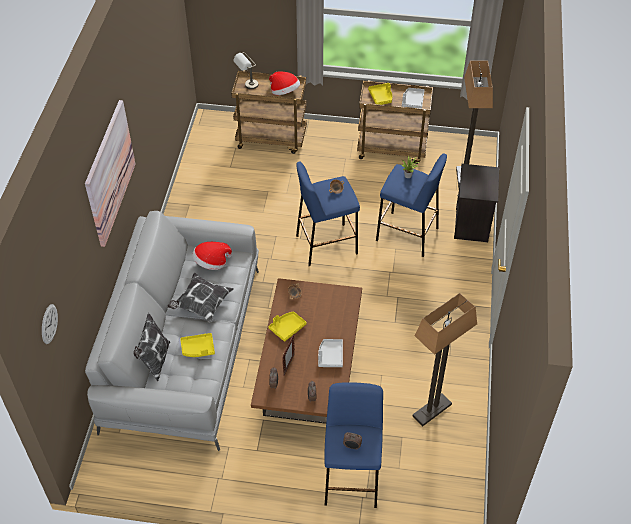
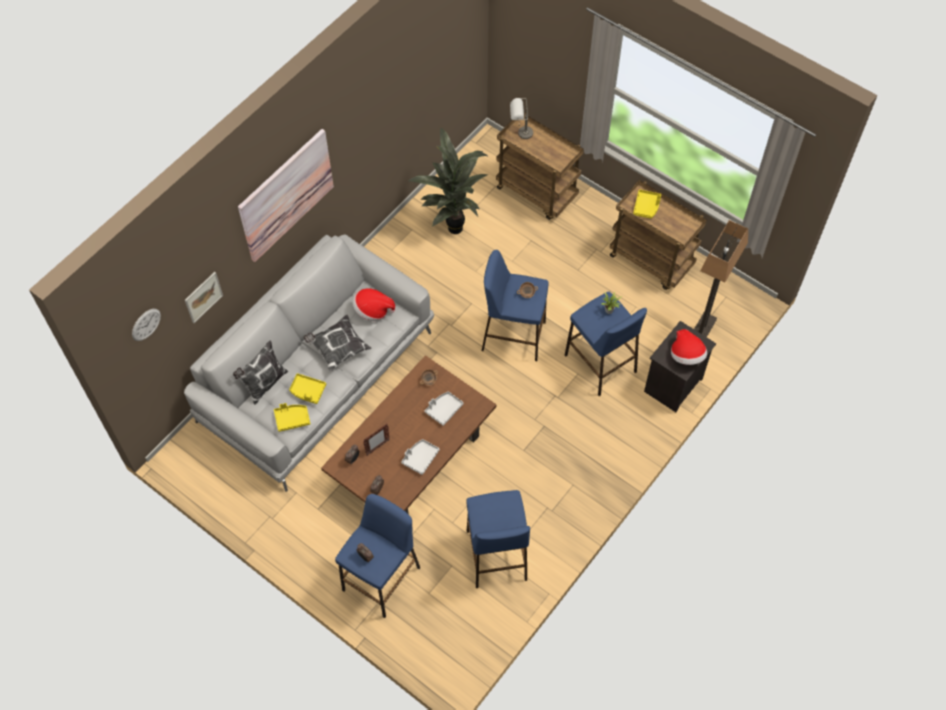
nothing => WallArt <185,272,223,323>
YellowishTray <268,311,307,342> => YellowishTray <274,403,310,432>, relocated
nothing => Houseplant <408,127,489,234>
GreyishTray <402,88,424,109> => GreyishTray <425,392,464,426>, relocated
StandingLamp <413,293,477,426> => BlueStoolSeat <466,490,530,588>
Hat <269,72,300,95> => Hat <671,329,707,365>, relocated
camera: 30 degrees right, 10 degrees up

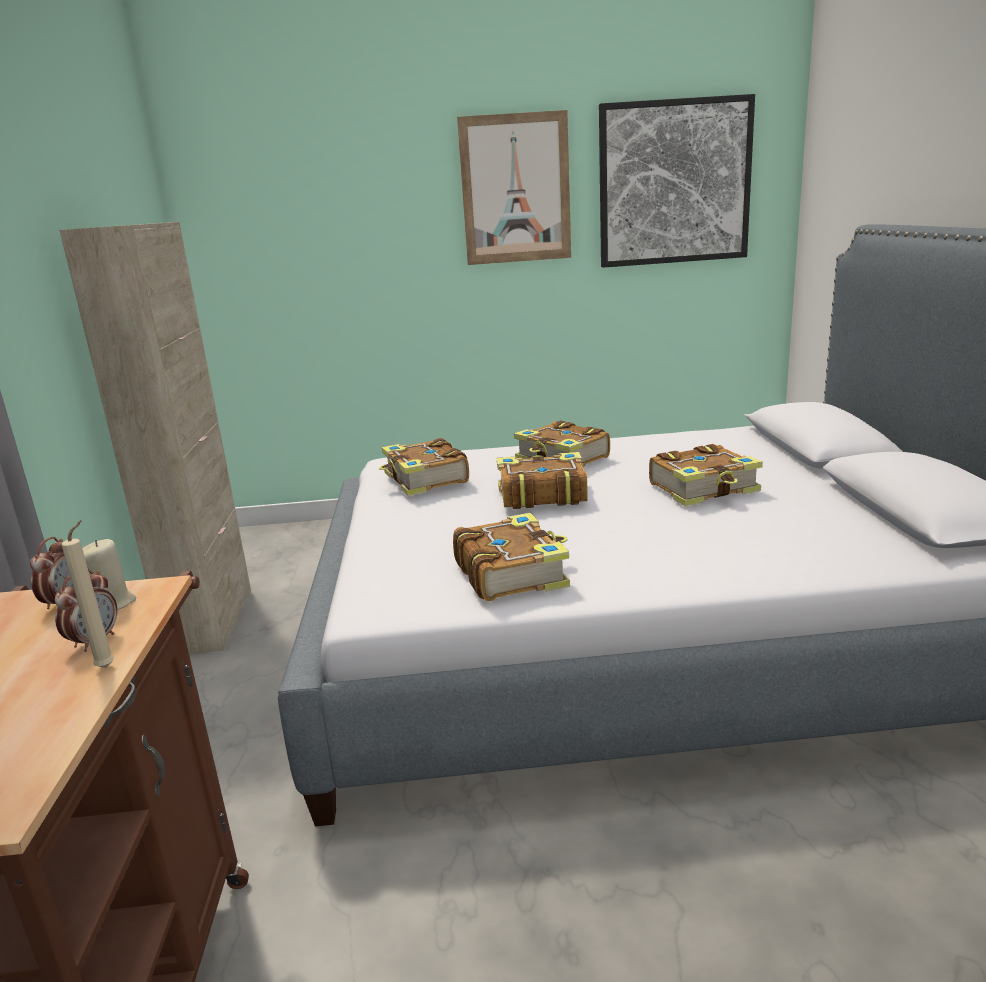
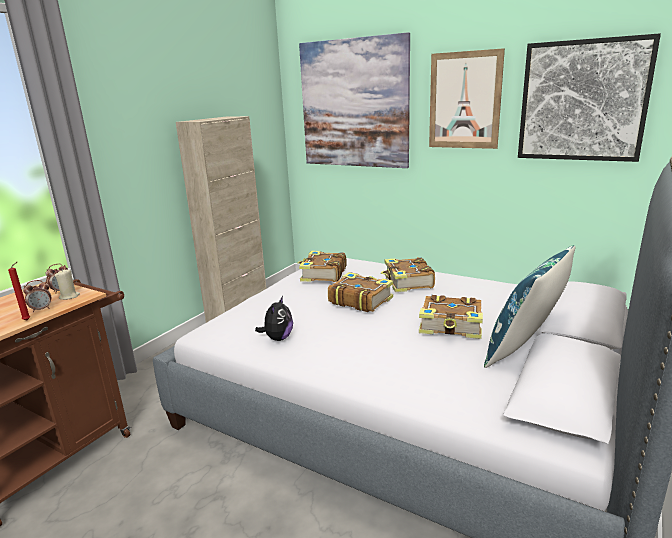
BeigeColouredCandle <61,520,114,668> => RedCandle <8,262,30,320>
Volume <453,513,570,601> => PlushToy <255,296,293,341>
nothing => WallArt <299,32,410,168>
nothing => BluePillow <484,245,575,368>
camera: 35 degrees right, 0 degrees up

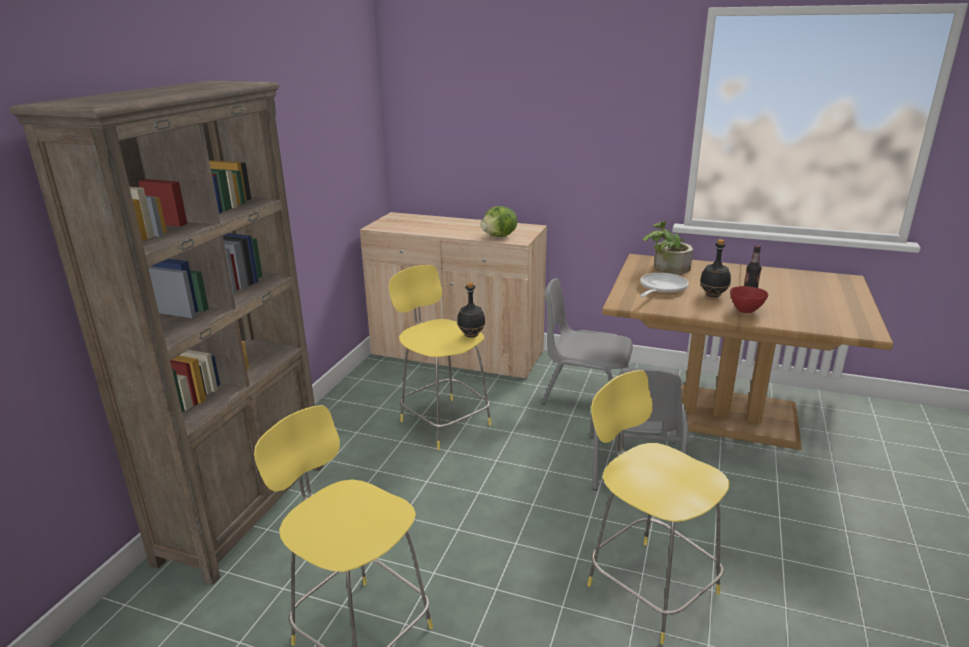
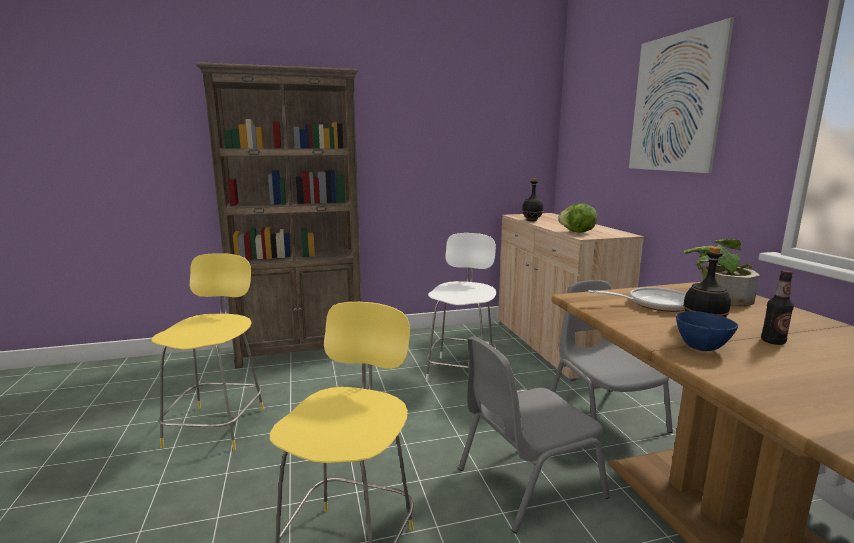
YellowishStoolSeat <389,265,492,450> => WhiteStoolSeat <426,233,496,382>
BlackColouredBeverageBottle <457,282,485,338> => BlackColouredBeverageBottle <522,179,543,221>, relocated
nothing => WallArt <629,18,734,173>
RedDeepDish <730,286,768,313> => BlueDeepDish <676,311,738,351>
camera: 55 degrees right, 10 degrees down

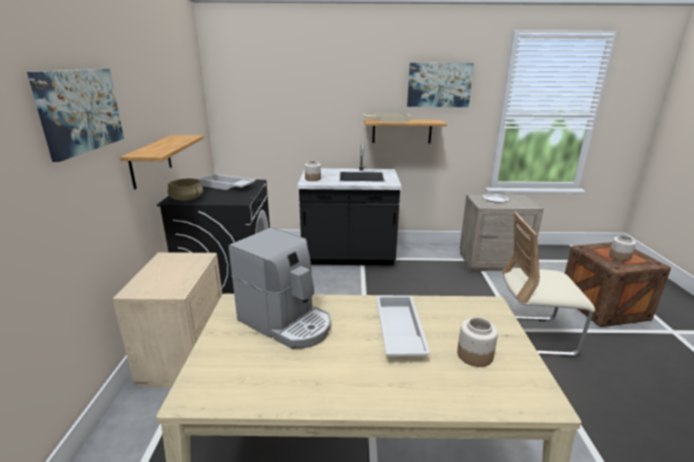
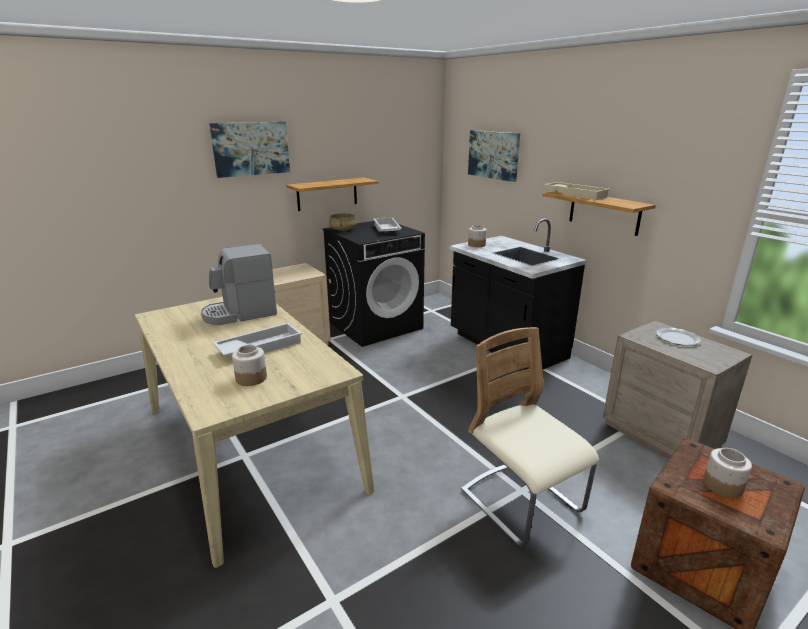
CoffeeMaker <229,227,331,349> => CoffeeMaker <201,244,277,325>, 60 degrees clockwise
WallArt <407,63,474,107> => WallArt <468,130,520,182>, relocated
camera: 55 degrees right, 0 degrees up

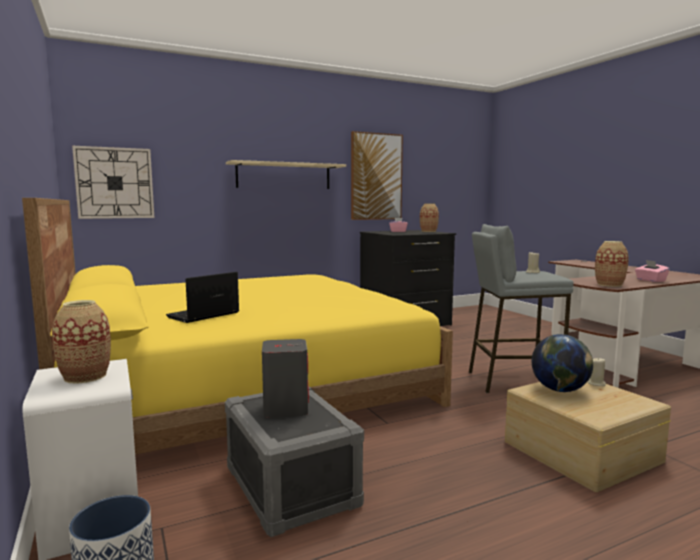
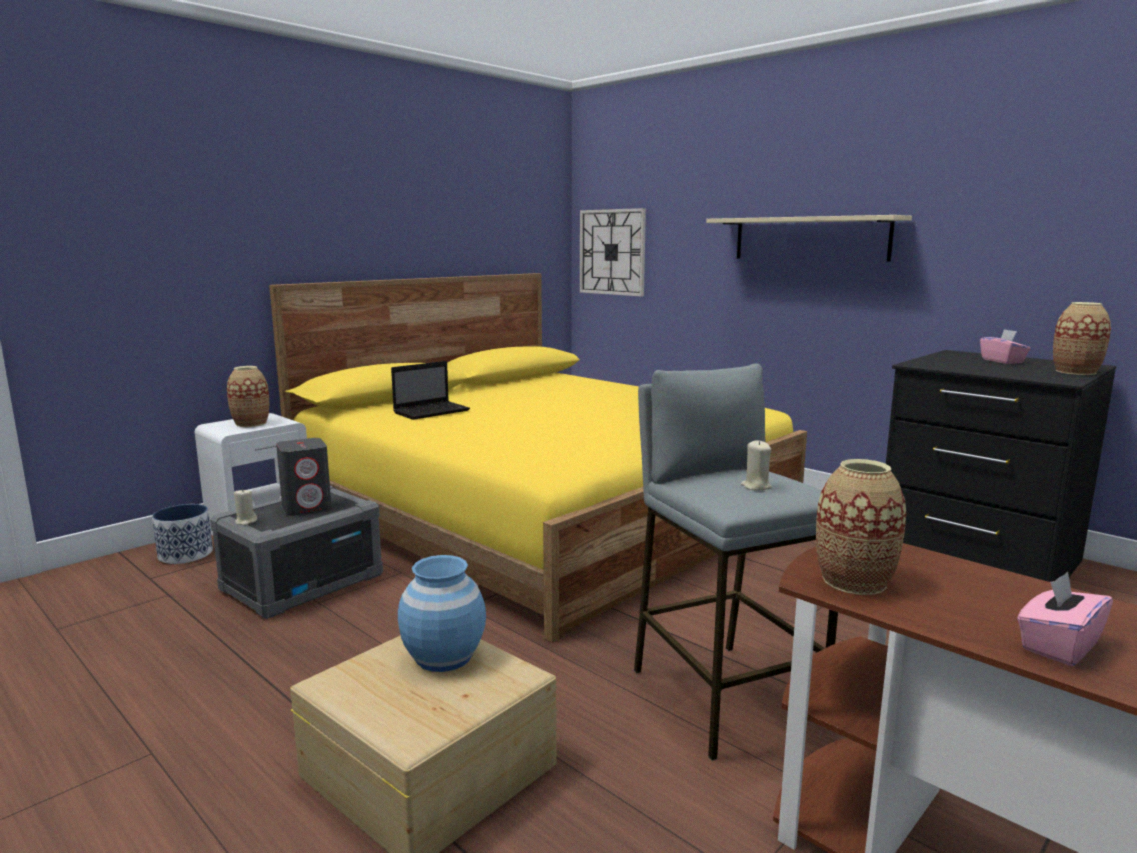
BeigeColouredCandle <588,357,606,386> => BeigeColouredCandle <234,488,257,525>, relocated
Laptop <166,272,239,323> => Laptop <391,361,470,420>, 120 degrees clockwise
DeskGlobe <532,334,593,392> => BlueFlowerVase <398,555,486,672>
WallArt <351,131,403,220> => nothing
camera: 70 degrees right, 5 degrees up

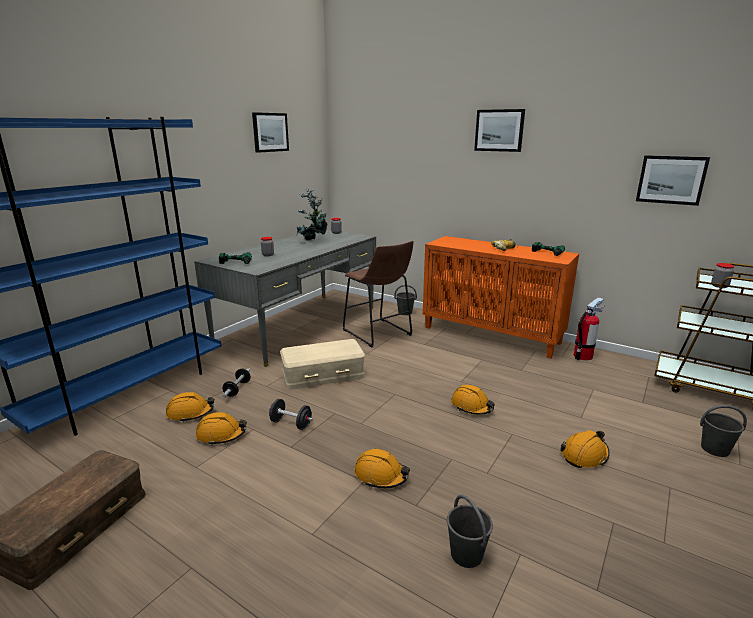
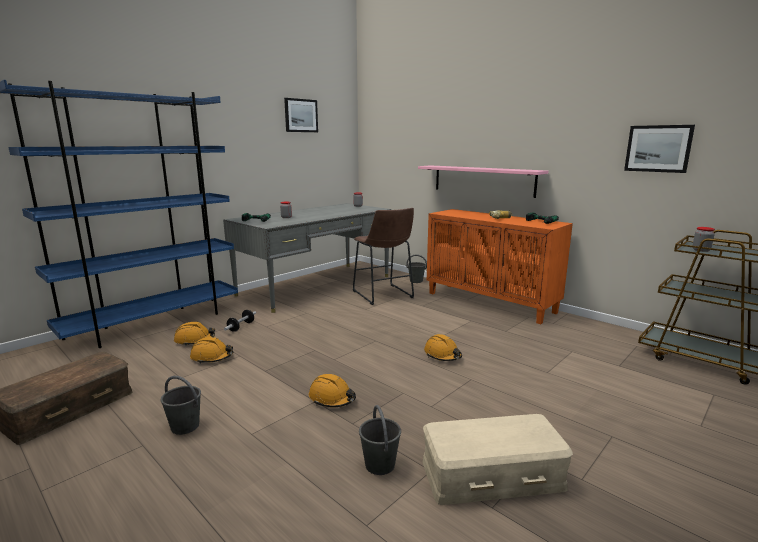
GreyishBucket <700,405,747,457> => GreyishBucket <161,376,201,435>, relocated
nothing => PinkShelf <418,165,548,198>
BeigeColouredStorageBox <280,339,365,390> => BeigeColouredStorageBox <422,414,573,505>, relocated
BlackColouredFreeWeight <269,399,313,430> => nothing
Houseplant <296,188,327,241> => nothing
WallArt <474,109,525,152> => nothing
OrangeColouredHardHat <560,430,610,468> => nothing
Extinguisher <574,298,604,361> => nothing
camera: 10 degrees right, 5 degrees down

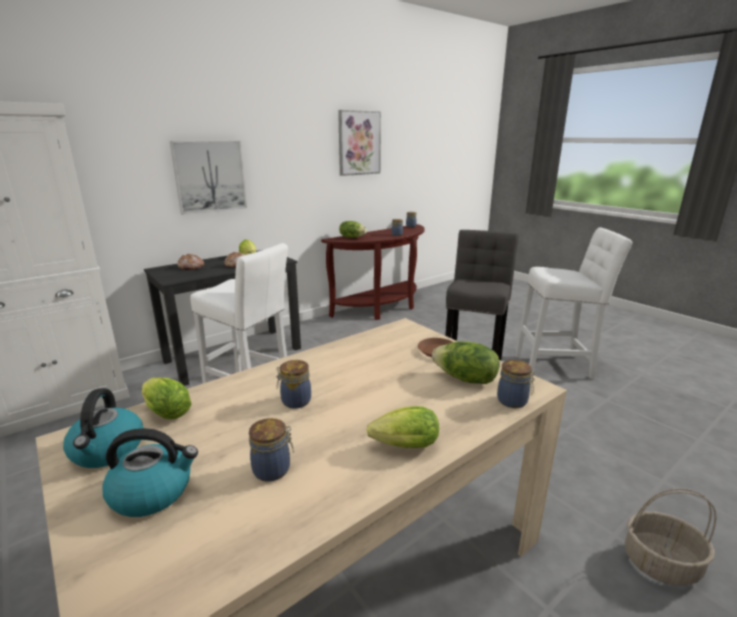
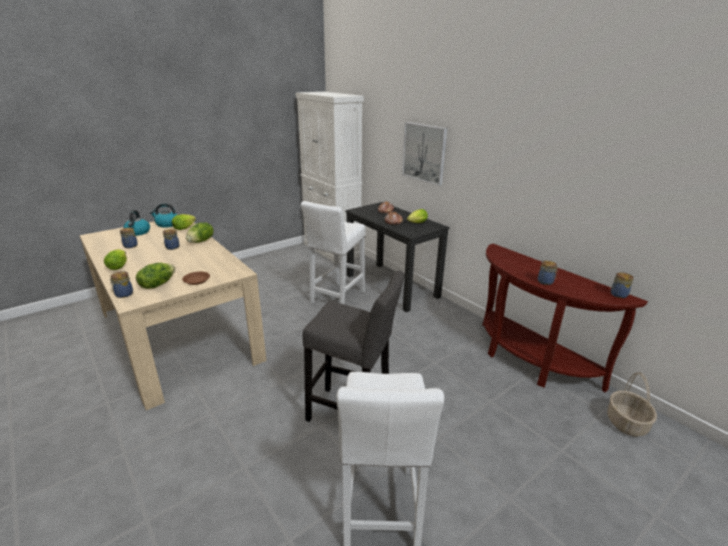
HeadOfLettuce <339,221,367,238> => HeadOfLettuce <186,222,214,243>, relocated
StorageBasket <625,488,716,586> => StorageBasket <607,372,657,436>, relocated
WallArt <338,110,381,176> => nothing
camera: 90 degrees right, 5 degrees up

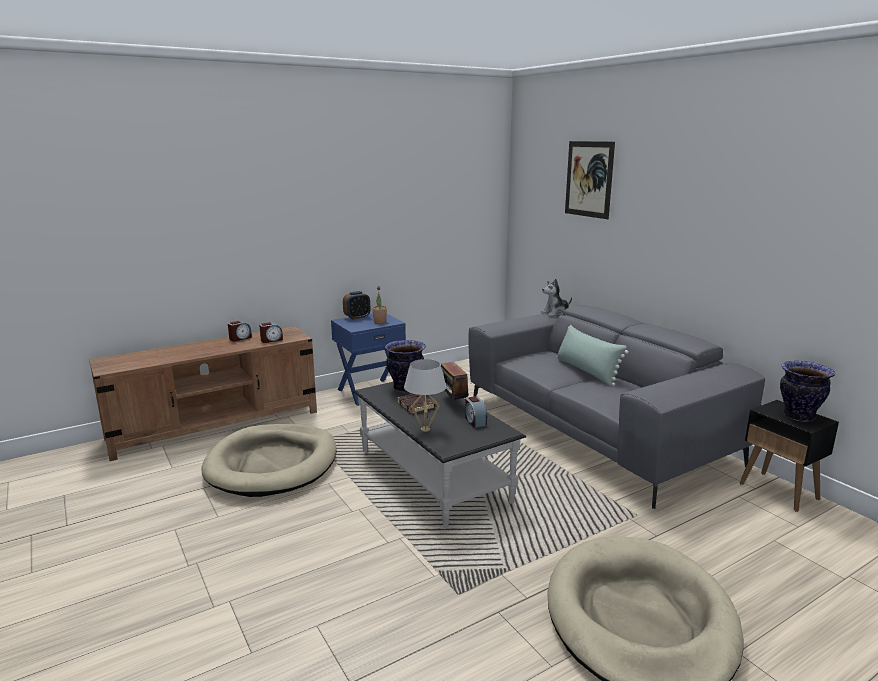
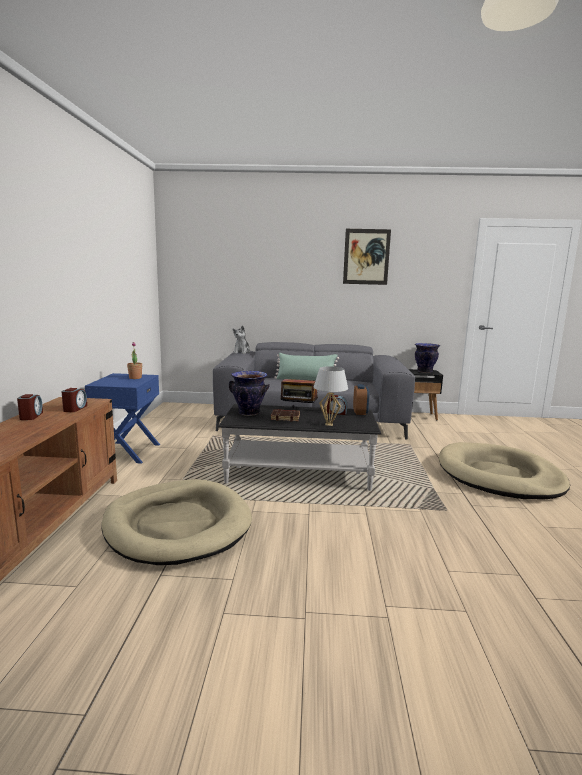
WallArt <565,141,615,219> => WallArt <343,229,391,285>, relocated
AlarmClock <343,291,370,320> => AlarmClock <353,384,369,415>, relocated
camera: 55 degrees left, 5 degrees down

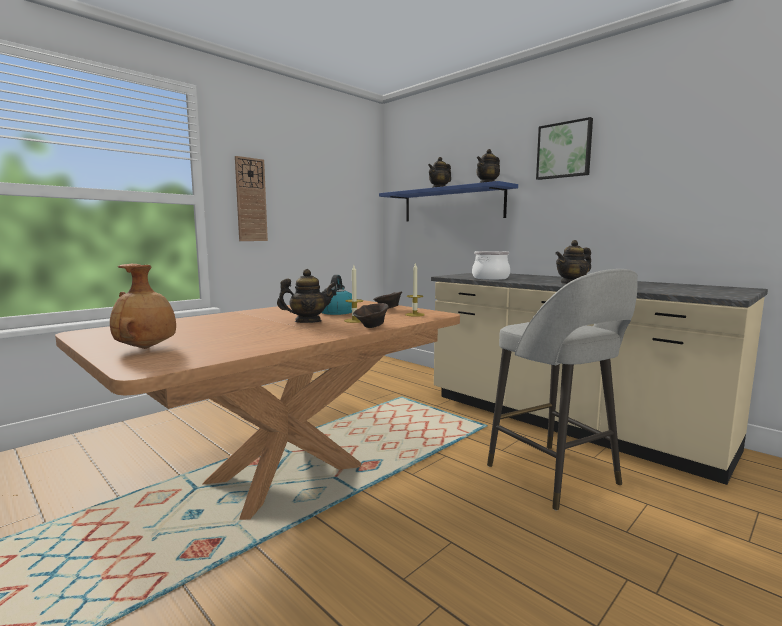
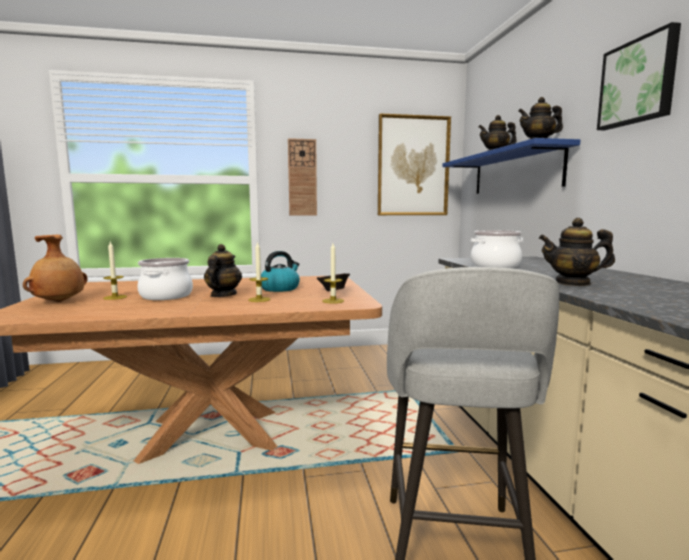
nothing => Candle <103,242,127,300>
nothing => Stockpot <137,258,193,300>
Teapot <277,269,336,323> => Teapot <204,244,242,297>, 105 degrees counterclockwise
nothing => WallArt <378,113,451,215>
BrownishDeepDish <353,303,389,328> => nothing
camera: 35 degrees right, 0 degrees up

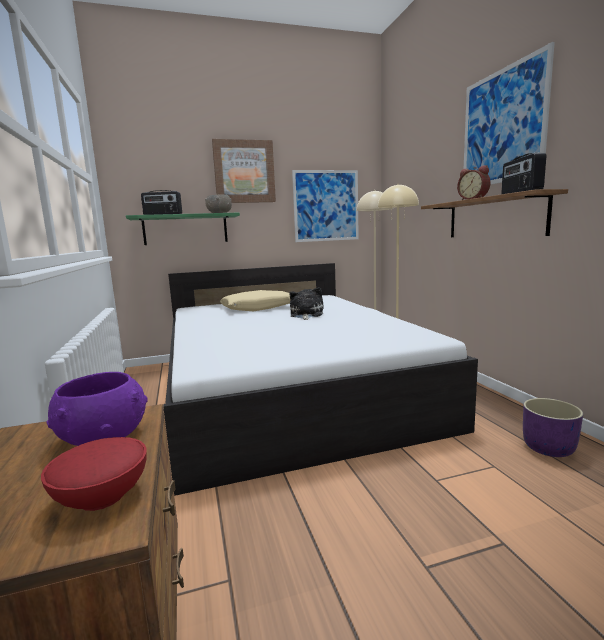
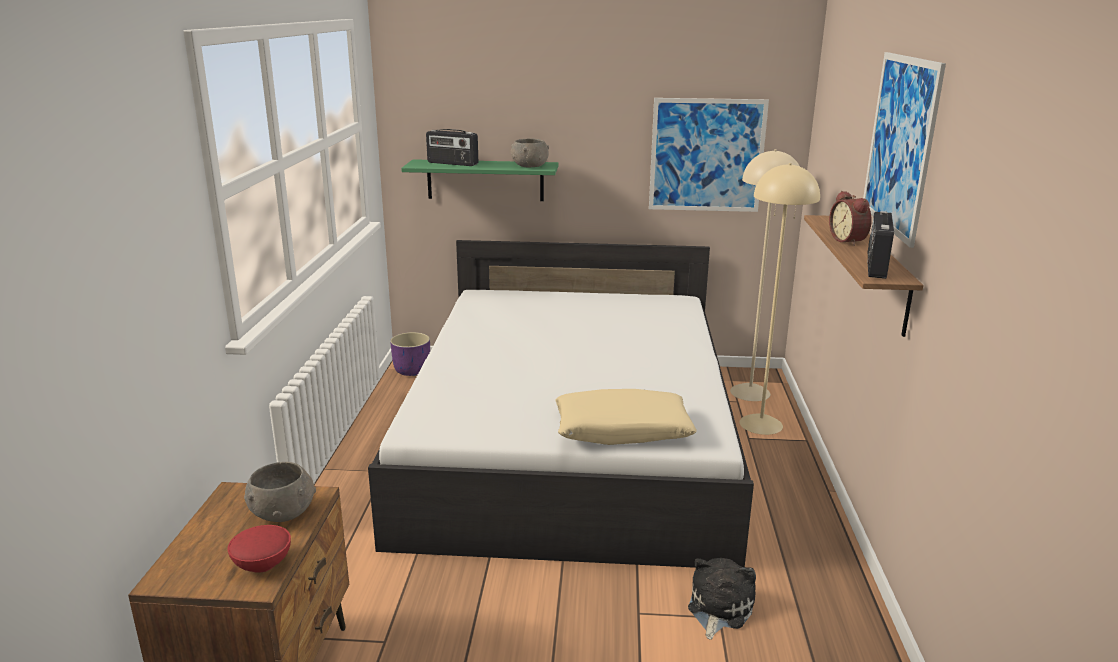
PurpleDeepDish <46,372,148,446> => GreyishDeepDish <244,462,316,522>
PurplePlanter <523,398,583,457> => PurplePlanter <390,332,430,376>, relocated
BeigeColouredPillow <220,290,291,311> => BeigeColouredPillow <556,389,697,445>, relocated
PlushToy <290,287,324,320> => PlushToy <688,558,756,640>, relocated
WallArt <212,139,276,203> => nothing
camera: 20 degrees right, 10 degrees up

